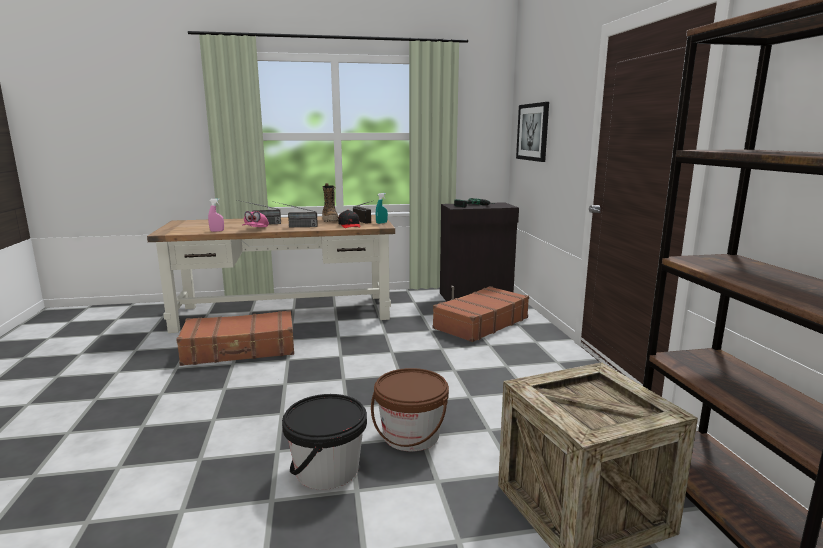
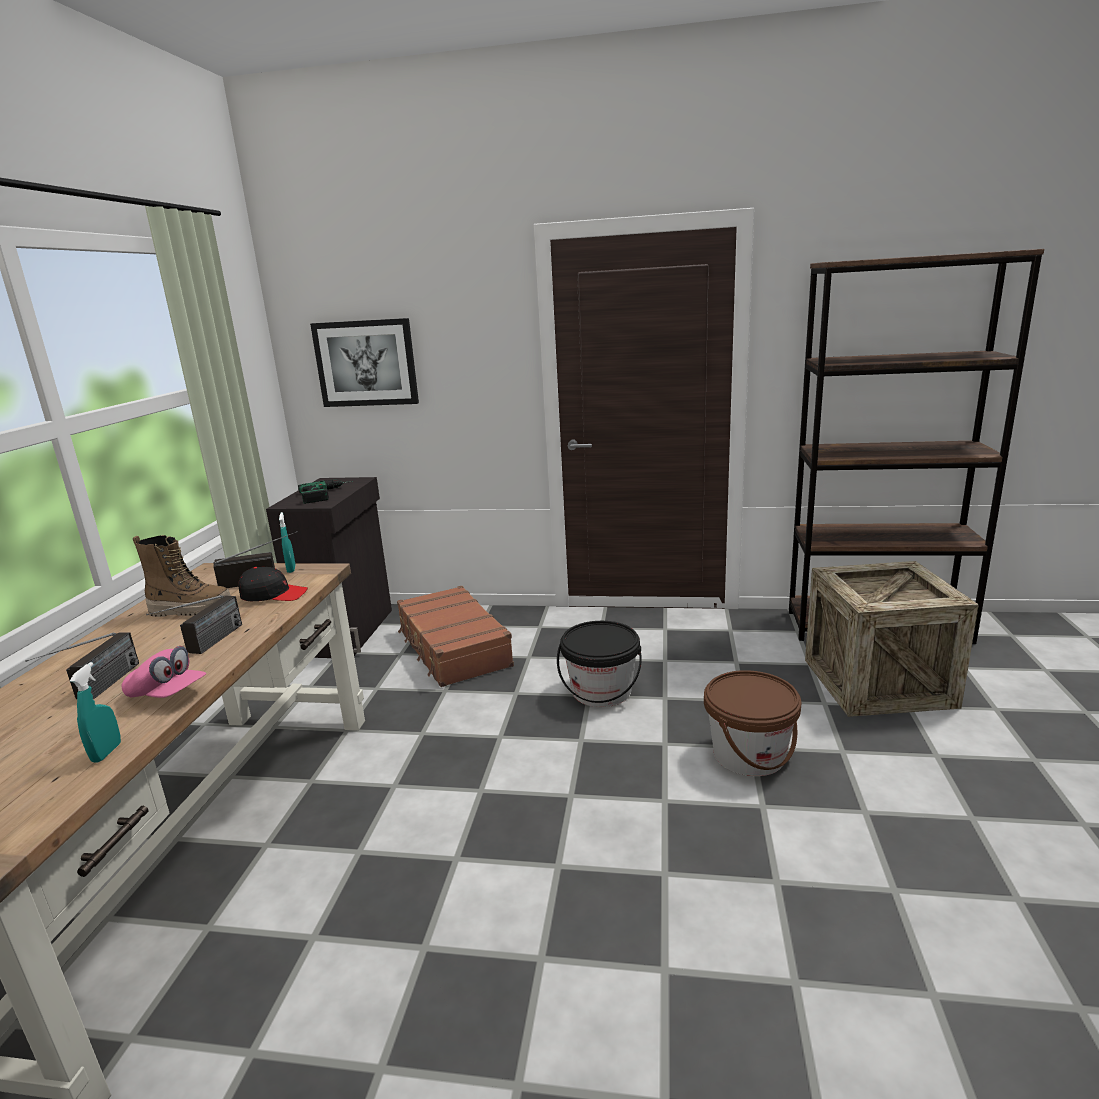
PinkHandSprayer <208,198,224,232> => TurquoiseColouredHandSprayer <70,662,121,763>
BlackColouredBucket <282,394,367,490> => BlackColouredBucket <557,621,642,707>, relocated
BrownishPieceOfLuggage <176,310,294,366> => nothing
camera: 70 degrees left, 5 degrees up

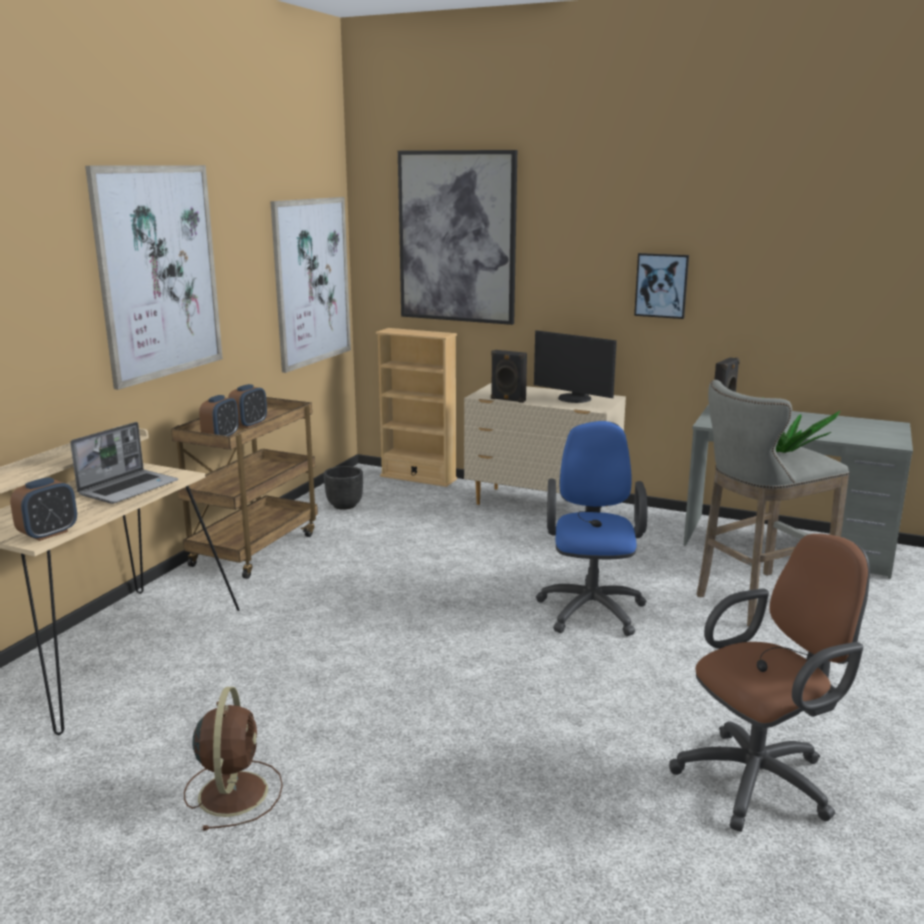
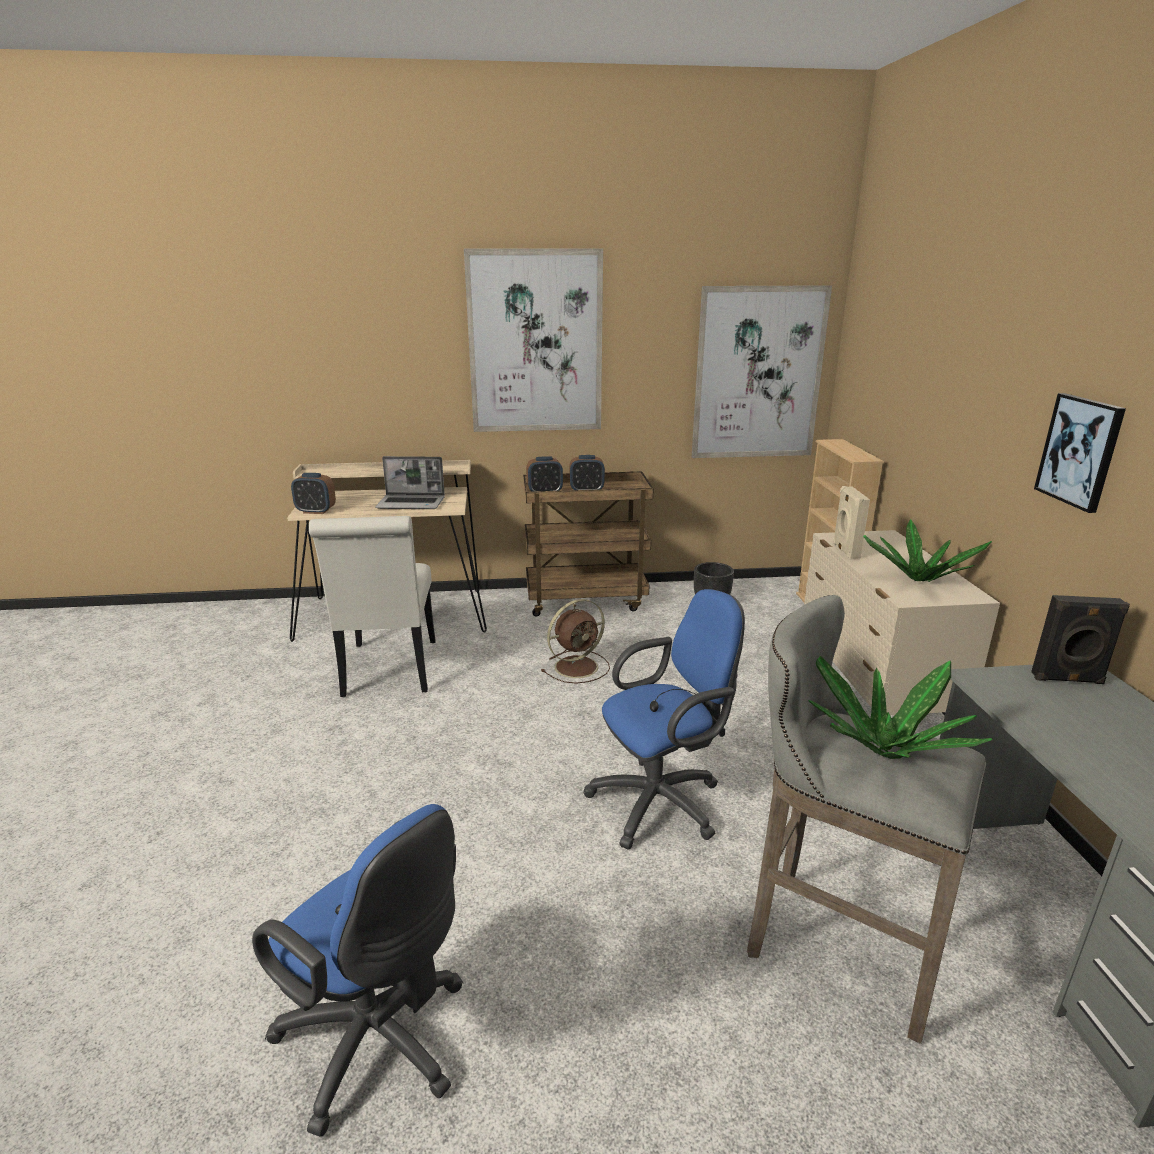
BrownishOfficeChair <669,534,870,832> => BlueOfficeChair <252,804,463,1137>
nothing => WhiteUprightChair <309,516,436,697>
BrownishFan <184,687,283,831> => BrownishFan <541,599,610,684>, relocated
BlackColouredLoudspeaker <491,350,527,403> => BeigeColouredLoudspeaker <833,486,870,560>
Monitor <534,330,617,403> => Houseplant <863,519,992,582>
WallArt <398,150,517,325> => nothing
camera: 60 degrees right, 5 degrees up

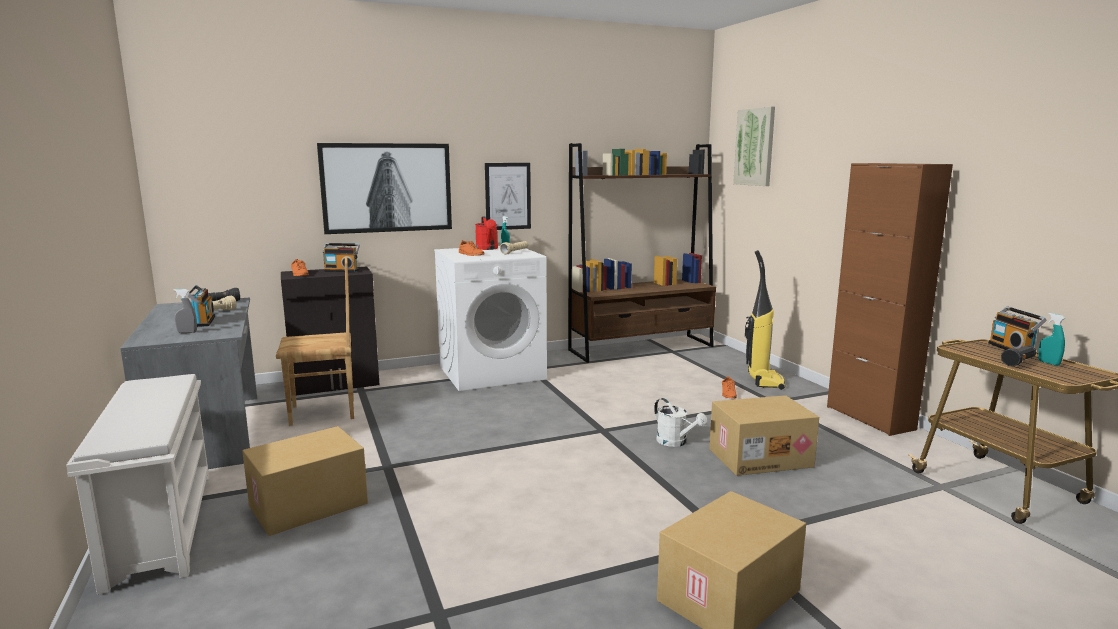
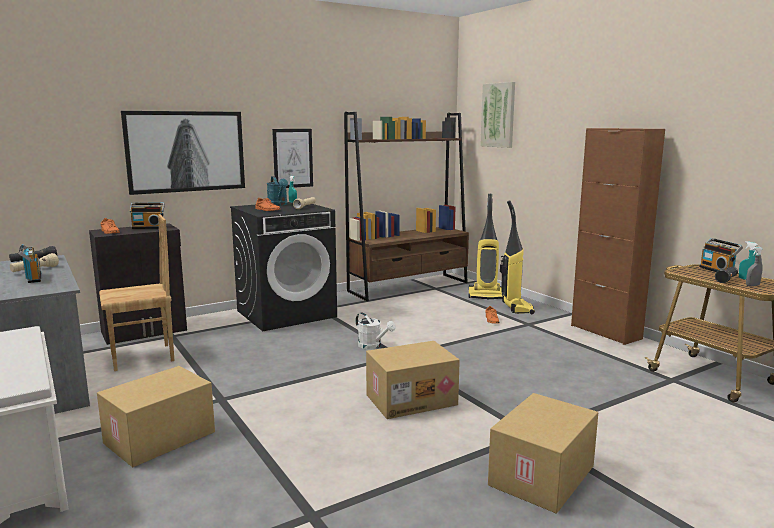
WhiteWashingMachine <434,246,547,391> => BlackColouredWashingMachine <230,202,337,331>
RedWateringCan <475,216,498,250> => TurquoiseColouredWateringCan <267,176,288,206>
WhiteWateringCan <654,398,708,447> => WhiteWateringCan <356,312,396,349>, relocated
PackingBox <709,395,819,476> => PackingBox <366,341,460,419>, relocated
nothing => VacuumCleaner <469,194,502,299>
GreyishHandSprayer <173,289,197,333> => GreyishHandSprayer <746,247,763,286>, relocated
camera: 10 degrees left, 0 degrees up

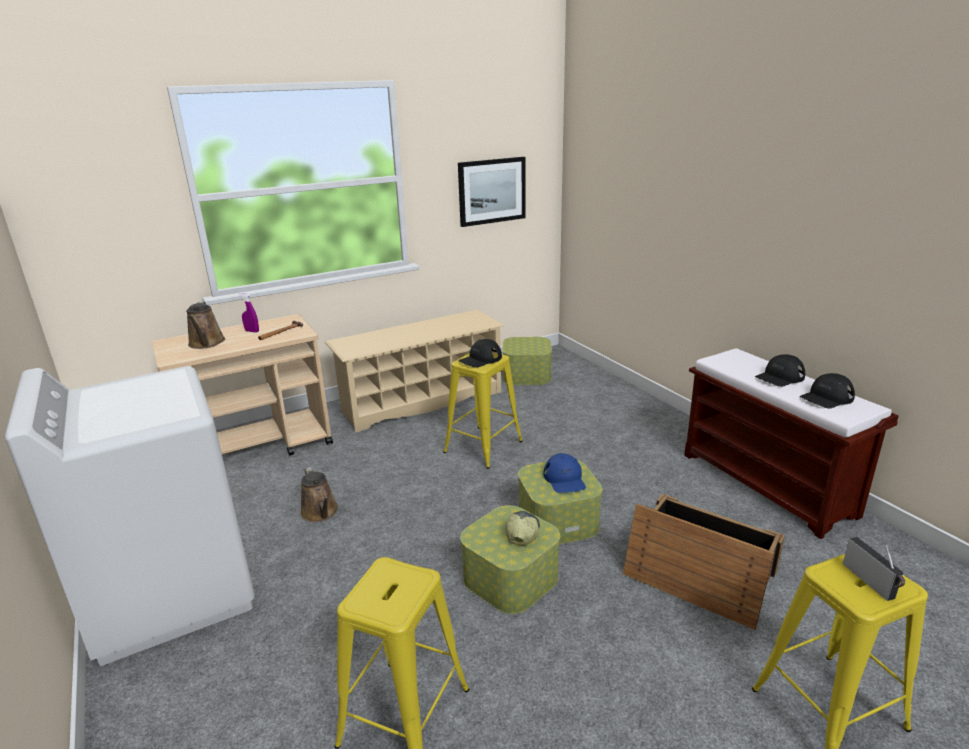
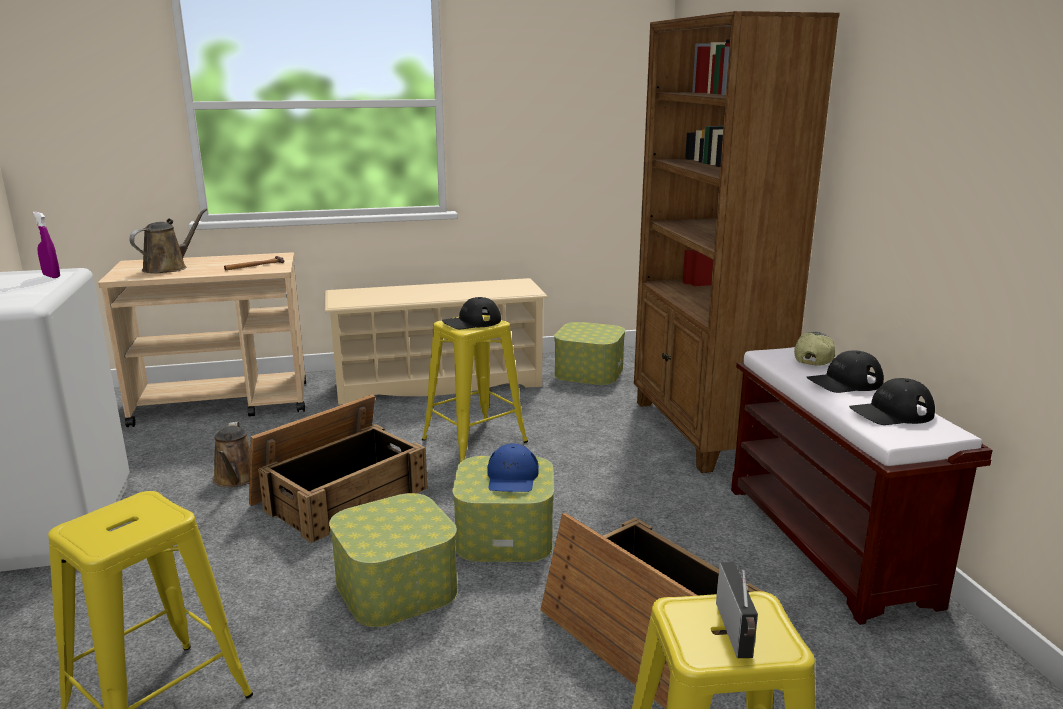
PurpleHandSprayer <239,293,259,333> => PurpleHandSprayer <33,212,60,278>, relocated
BrownishWateringCan <186,301,225,349> => BrownishWateringCan <129,208,207,273>, 150 degrees counterclockwise
nothing => ShippingCrate <249,394,427,543>
nothing => BrownishShelvingUnit <634,11,840,473>
BaseballCap <505,511,540,545> => BaseballCap <794,332,835,366>, relocated
WallArt <458,157,526,227> => nothing
camera: 15 degrees right, 5 degrees down

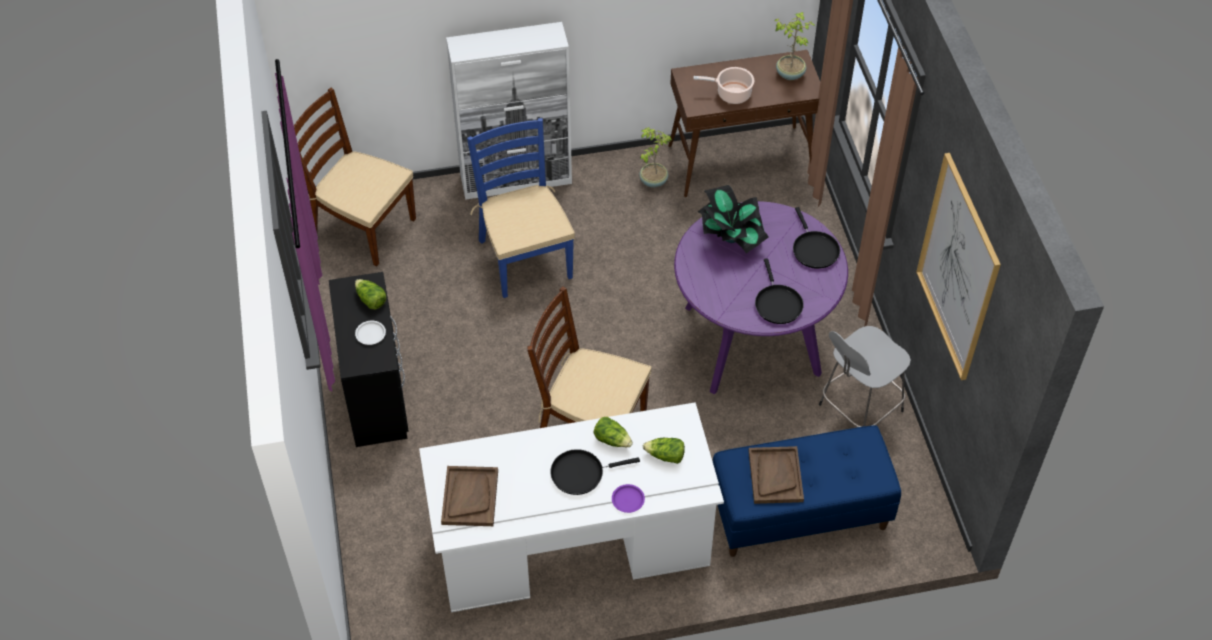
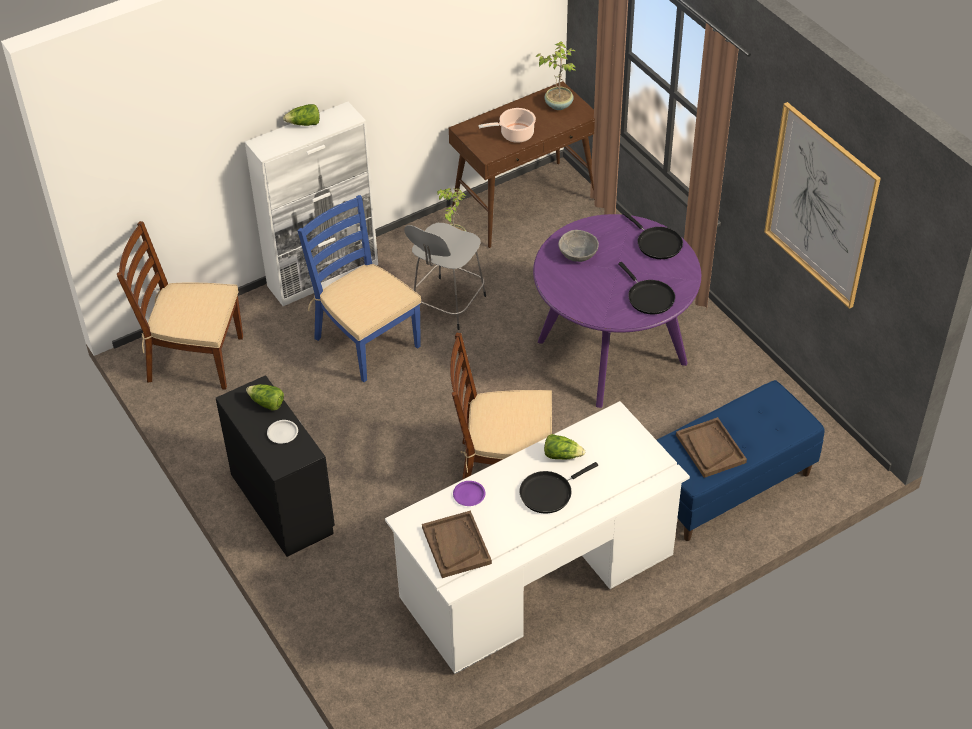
HeadOfLettuce <643,438,685,464> => HeadOfLettuce <283,104,320,126>, relocated
GreyishStoolSeat <819,326,911,427> => GreyishStoolSeat <404,223,486,330>, relocated
PurpleDinnerPlate <612,484,645,513> => PurpleDinnerPlate <453,481,485,506>, relocated
Houseplant <698,185,769,254> => GreyishDeepDish <558,230,599,262>
camera: 20 degrees left, 5 degrees down

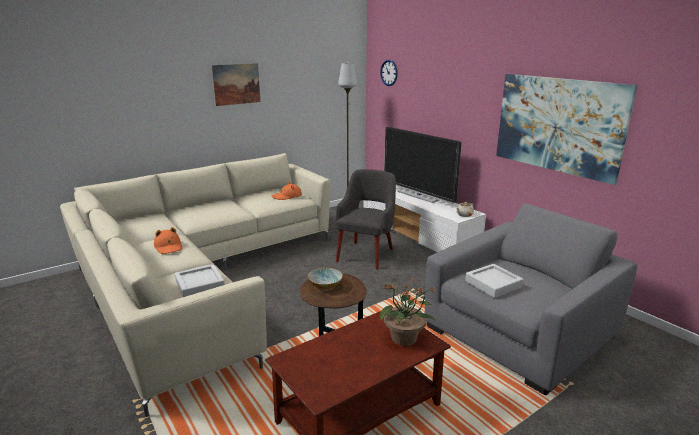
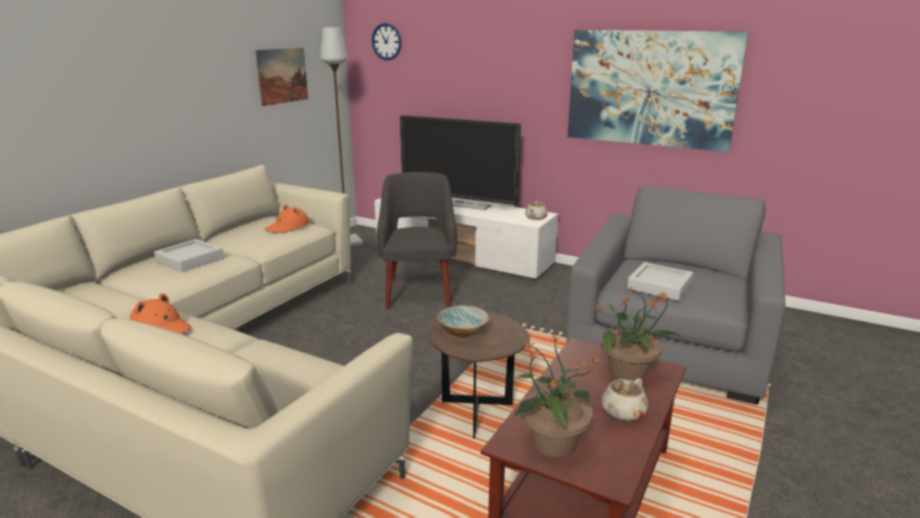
GreyishTray <175,264,225,297> => GreyishTray <154,239,224,272>, relocated
WallArt <212,63,260,106> => WallArt <255,48,308,106>, relocated
nothing => Houseplant <514,333,601,457>
nothing => BeigeColouredTeapot <602,378,648,421>
camera: 25 degrees left, 0 degrees up

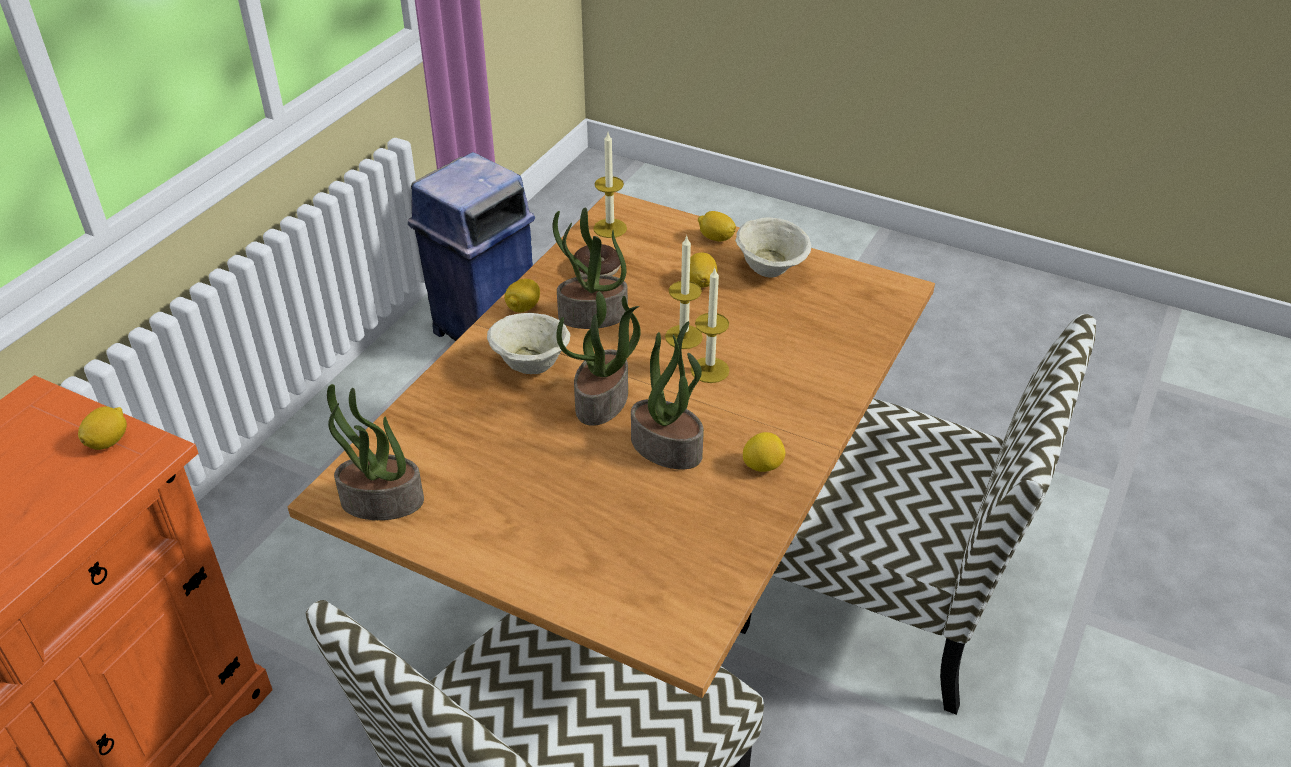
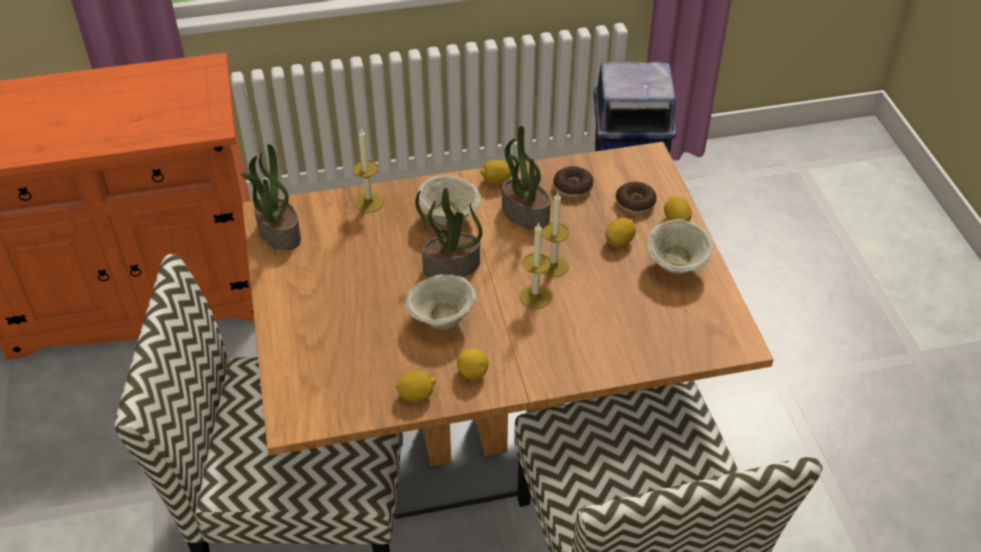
Candle <593,133,627,238> => Candle <353,129,384,213>, relocated
Lemon <78,406,127,450> => Lemon <396,371,436,402>, relocated
Houseplant <631,321,704,469> => BeigeColouredDeepDish <406,274,476,329>
nothing => Donut <616,182,657,214>
camera: 50 degrees right, 5 degrees up

